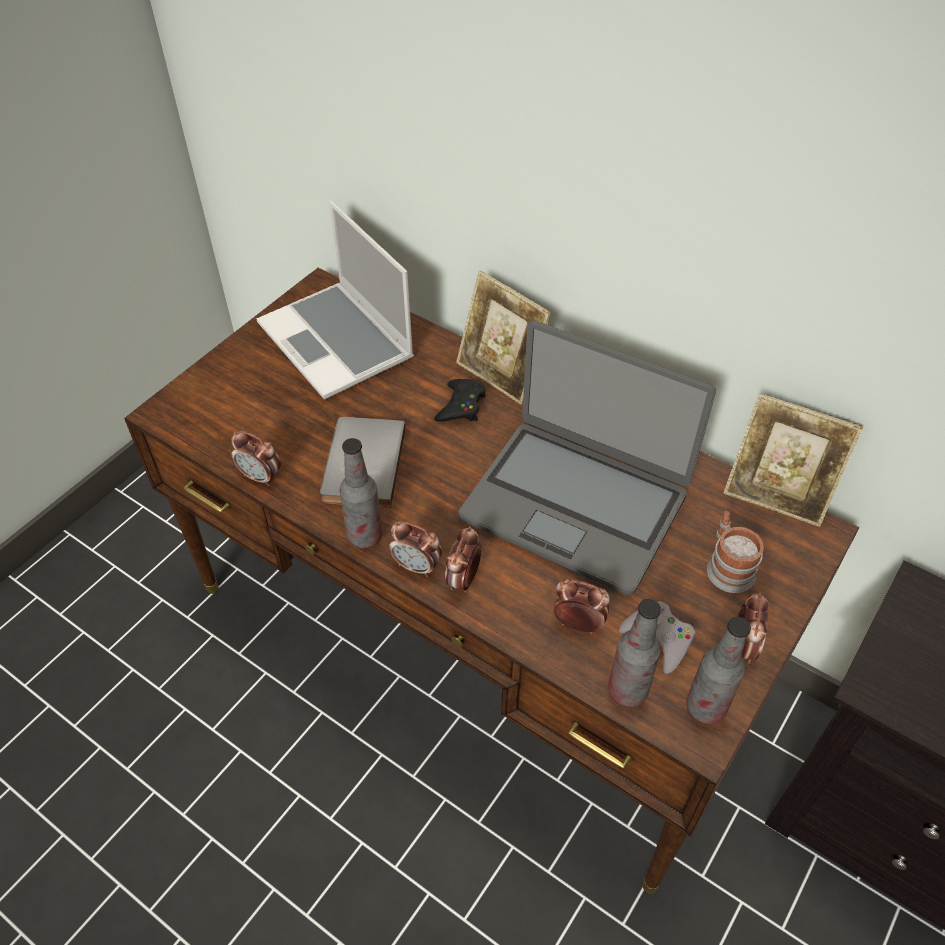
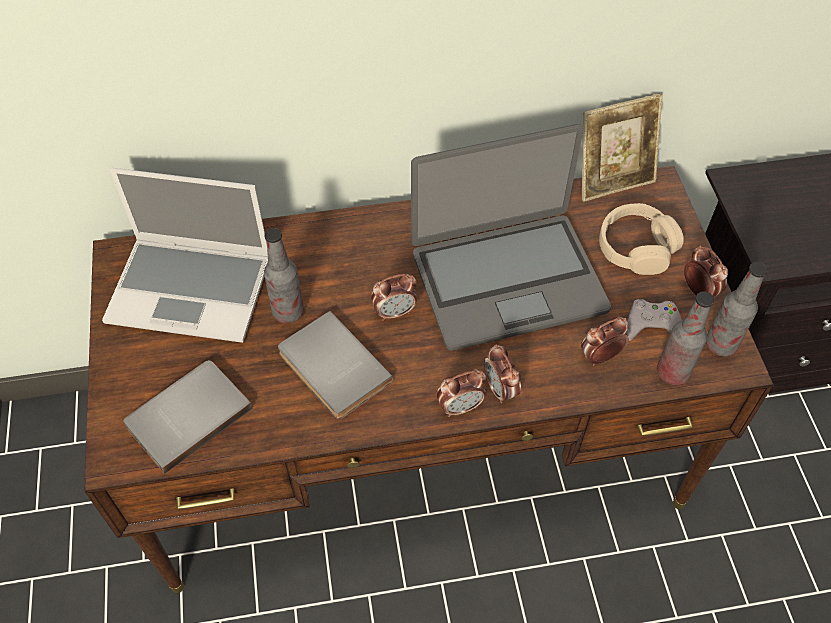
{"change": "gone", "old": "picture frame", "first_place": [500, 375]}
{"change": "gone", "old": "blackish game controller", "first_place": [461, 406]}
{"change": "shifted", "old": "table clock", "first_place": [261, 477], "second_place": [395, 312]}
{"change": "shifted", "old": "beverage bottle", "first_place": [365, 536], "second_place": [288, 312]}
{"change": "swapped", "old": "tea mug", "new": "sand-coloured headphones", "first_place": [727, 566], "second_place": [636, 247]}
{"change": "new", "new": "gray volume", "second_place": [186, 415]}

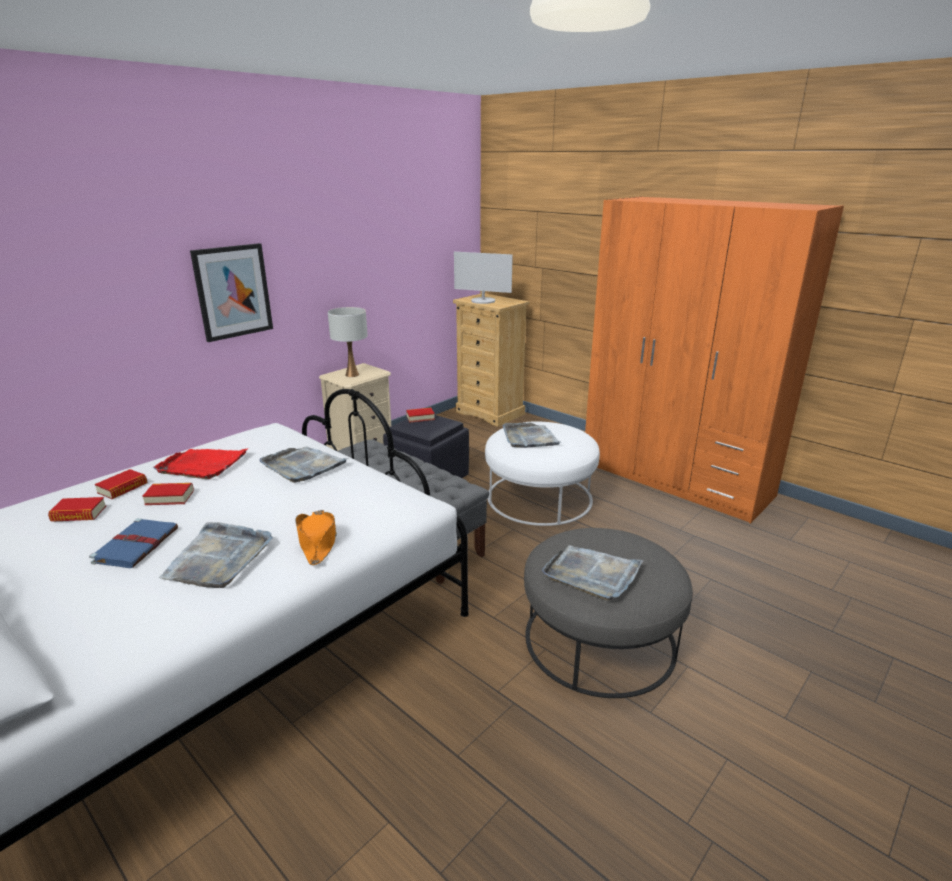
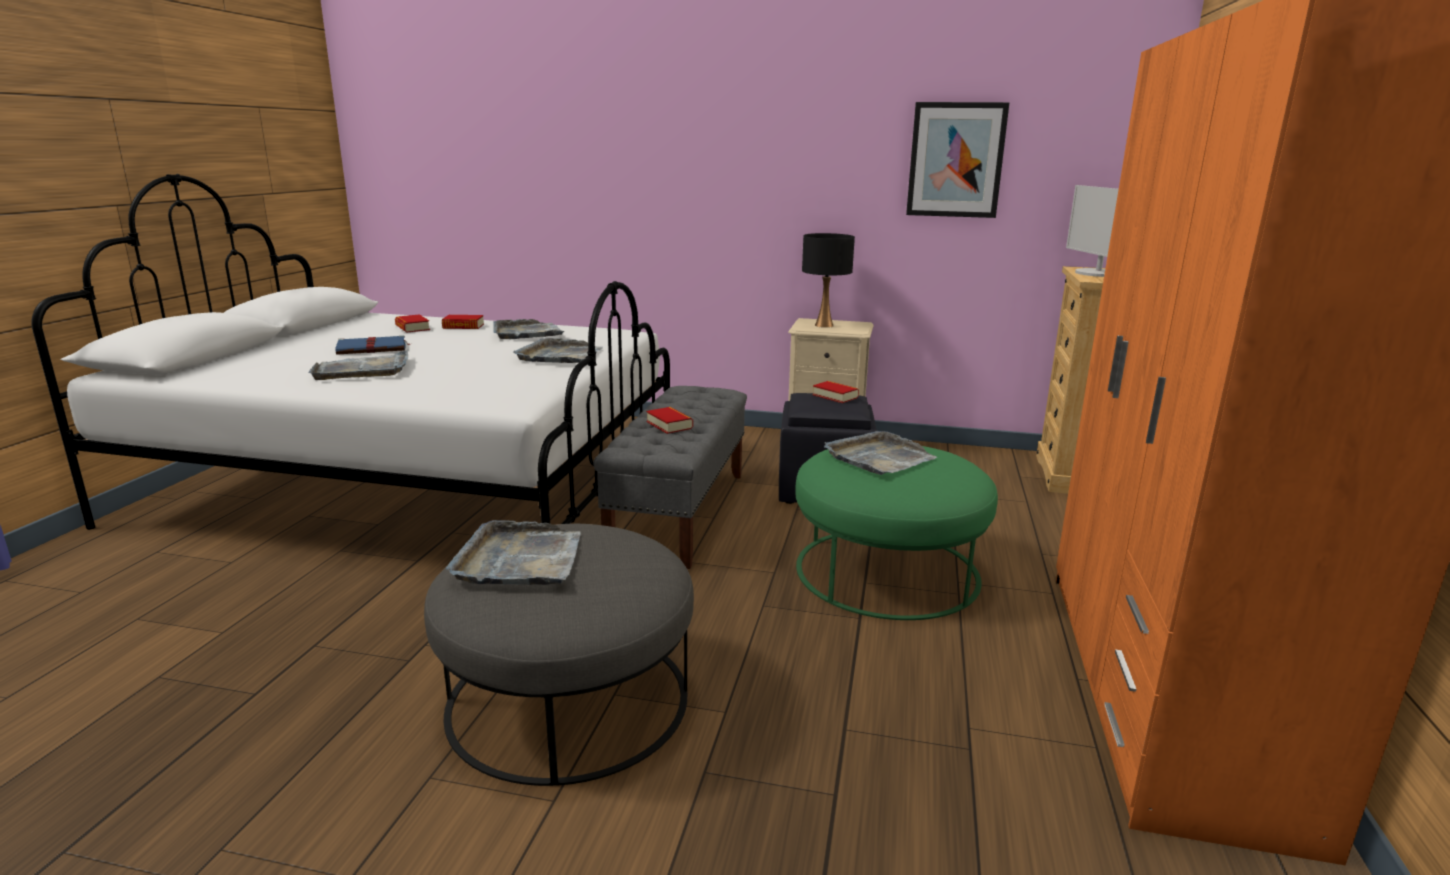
{"change": "shifted", "old": "wall art", "first_place": [233, 291], "second_place": [956, 160]}
{"change": "repainted", "old": "whitish lamp for a table", "new": "blackish lamp for a table", "first_place": [352, 375], "second_place": [824, 325]}
{"change": "repainted", "old": "whitish ottoman", "new": "greenish ottoman", "first_place": [539, 497], "second_place": [887, 571]}
{"change": "repainted", "old": "reddish serving tray", "new": "gray serving tray", "first_place": [202, 465], "second_place": [527, 333]}
{"change": "shifted", "old": "volume", "first_place": [169, 497], "second_place": [669, 425]}
{"change": "gone", "old": "orange wearable hat", "first_place": [317, 542]}

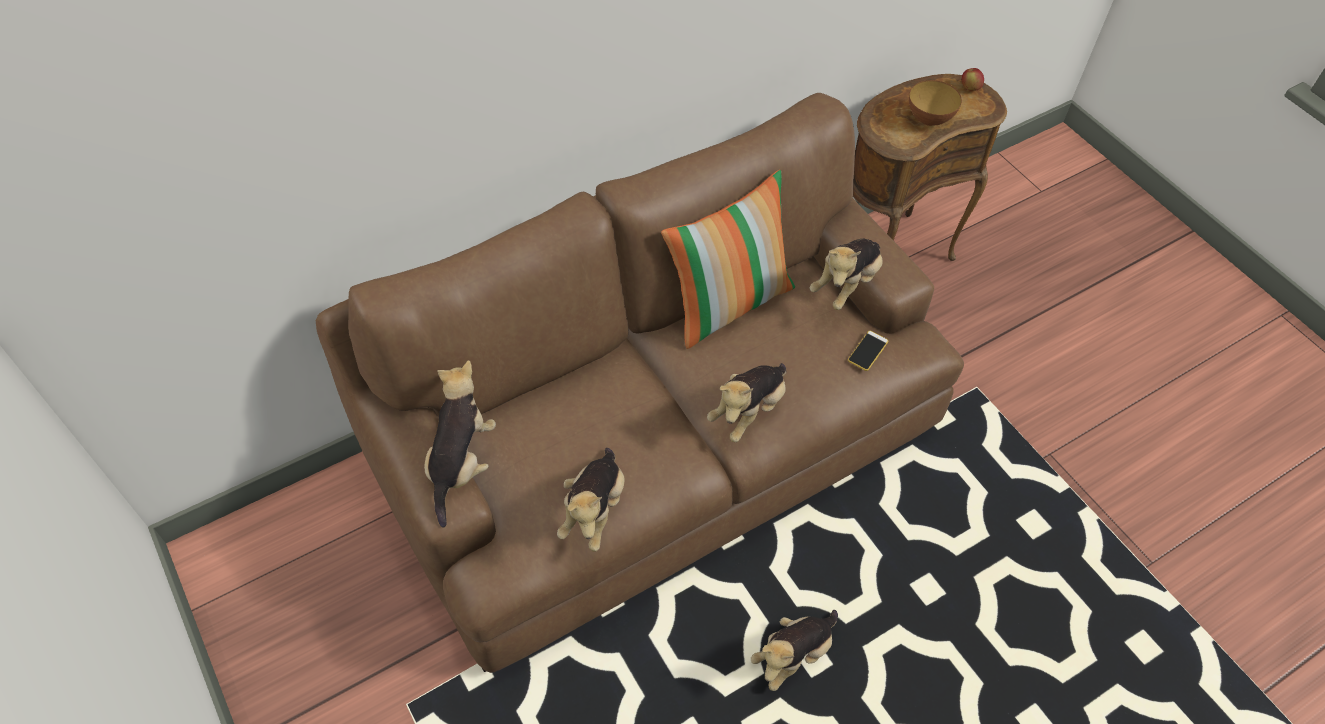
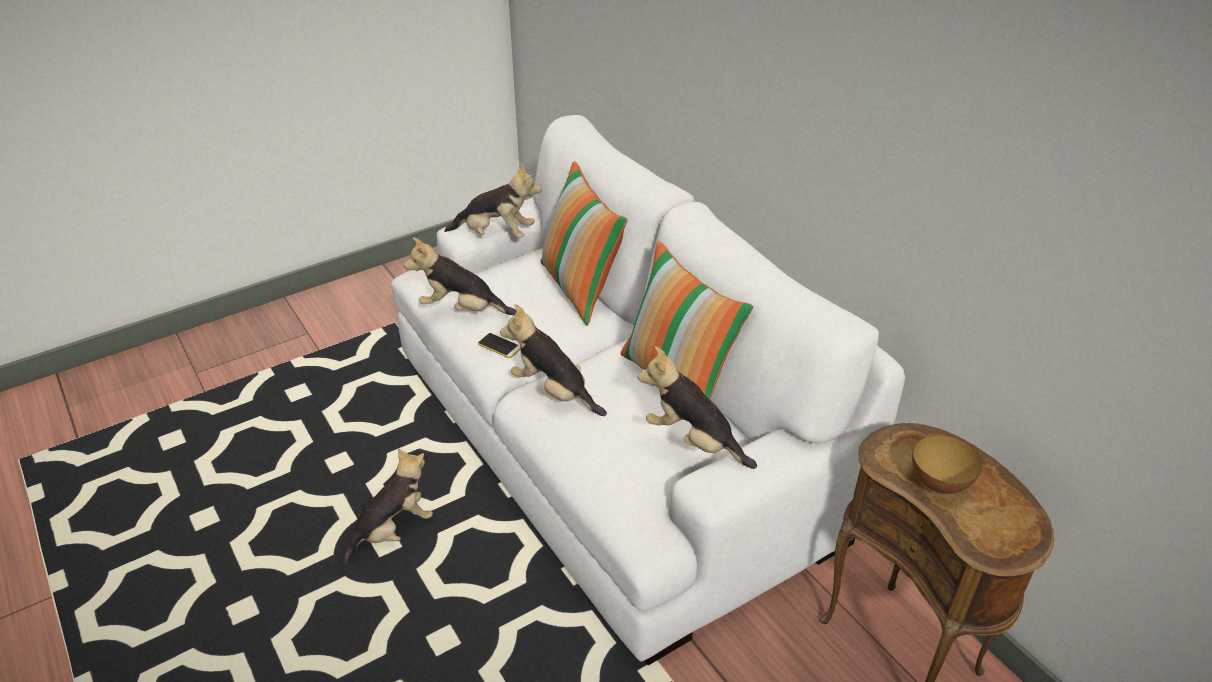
{"change": "gone", "old": "apple", "first_place": [970, 88]}
{"change": "repainted", "old": "brown sofa", "new": "whitish sofa", "first_place": [659, 443], "second_place": [608, 441]}
{"change": "shifted", "old": "telephone", "first_place": [867, 351], "second_place": [499, 346]}
{"change": "rotated", "old": "soft toy", "first_place": [793, 655], "second_place": [393, 530], "degrees": 90}
{"change": "new", "new": "throw pillow", "second_place": [581, 288]}

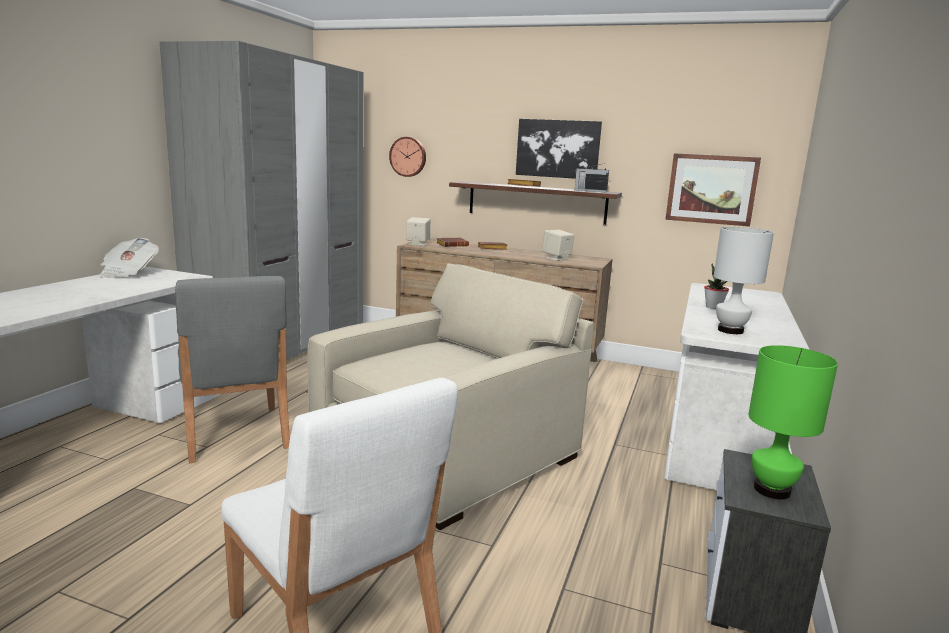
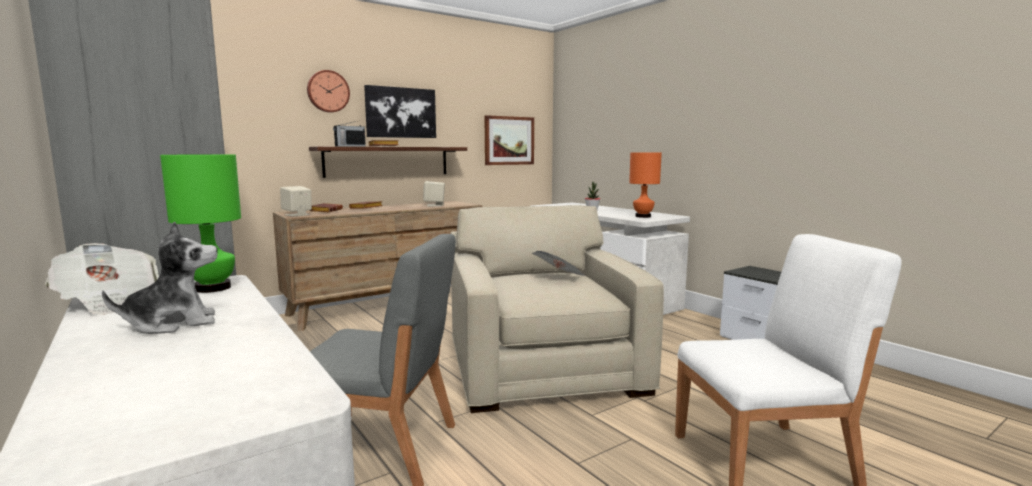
{"change": "shifted", "old": "wall clock", "first_place": [408, 156], "second_place": [328, 91]}
{"change": "shifted", "old": "radio receiver", "first_place": [590, 191], "second_place": [349, 146]}
{"change": "repainted", "old": "whitish lamp for a table", "new": "orange lamp for a table", "first_place": [731, 331], "second_place": [643, 216]}
{"change": "shifted", "old": "greenish lamp for a table", "first_place": [771, 490], "second_place": [213, 288]}
{"change": "new", "new": "soft toy", "second_place": [173, 324]}
{"change": "new", "new": "daily paper", "second_place": [560, 278]}

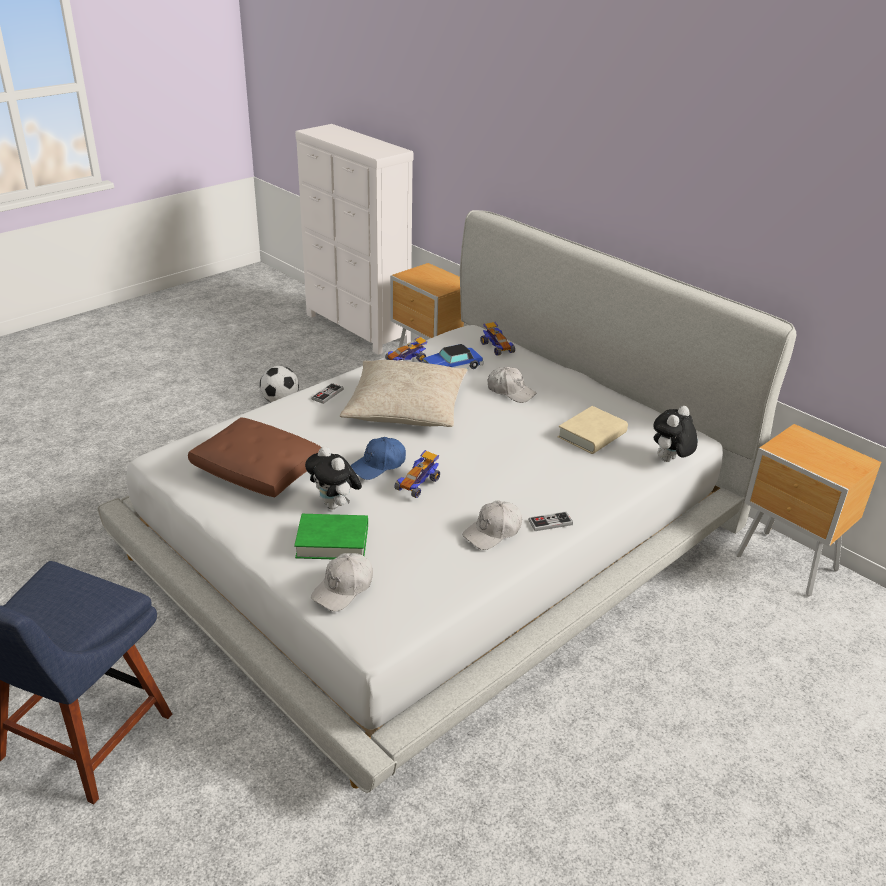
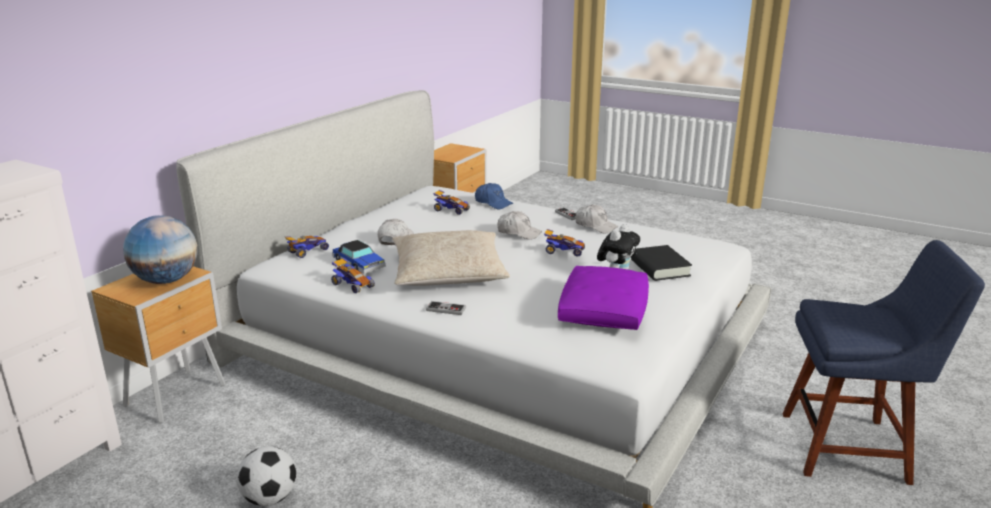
{"change": "swapped", "old": "sand-coloured volume", "new": "toy car", "first_place": [592, 435], "second_place": [451, 210]}
{"change": "gone", "old": "soft toy", "first_place": [669, 461]}
{"change": "repainted", "old": "brown throw pillow", "new": "purplish throw pillow", "first_place": [259, 471], "second_place": [603, 311]}
{"change": "shifted", "old": "blue-coloured cap", "first_place": [379, 465], "second_place": [493, 203]}
{"change": "repainted", "old": "greenish volume", "new": "blackish volume", "first_place": [332, 542], "second_place": [659, 268]}
{"change": "shifted", "old": "whitish cap", "first_place": [343, 588], "second_place": [519, 232]}
{"change": "new", "new": "world globe", "second_place": [166, 280]}

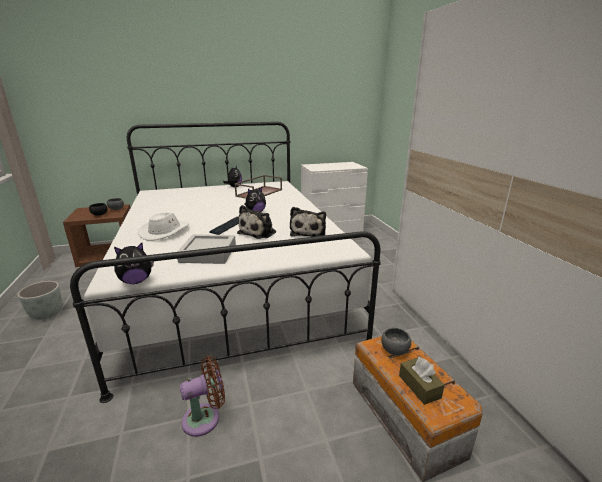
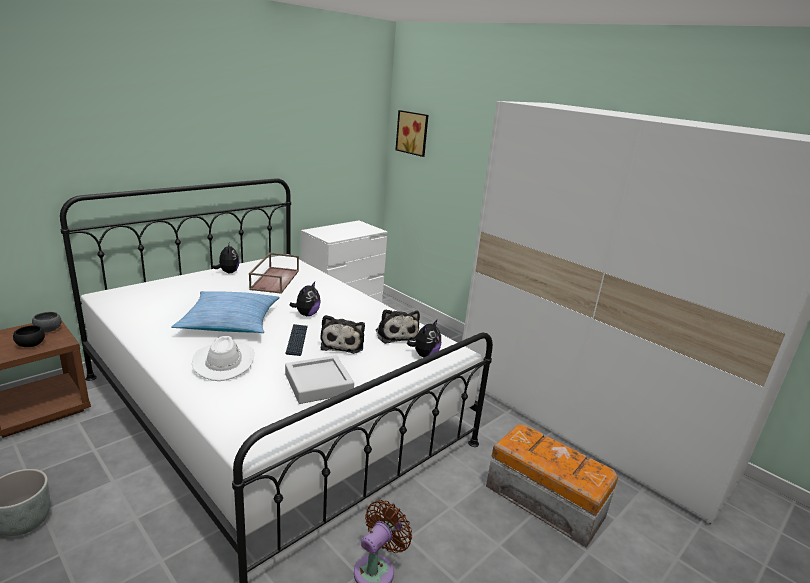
{"change": "shifted", "old": "soft toy", "first_place": [136, 281], "second_place": [425, 355]}
{"change": "gone", "old": "gray bowl", "first_place": [395, 350]}
{"change": "gone", "old": "brown tissue box", "first_place": [419, 386]}
{"change": "new", "new": "wall art", "second_place": [413, 133]}
{"change": "new", "new": "throw pillow", "second_place": [230, 322]}

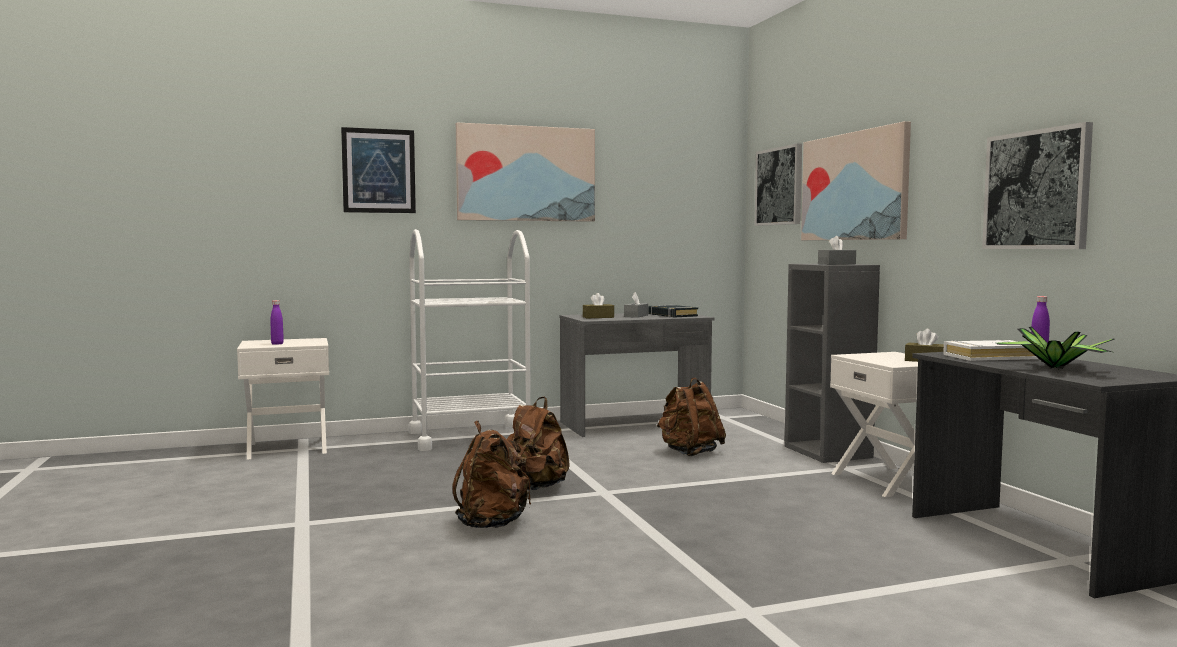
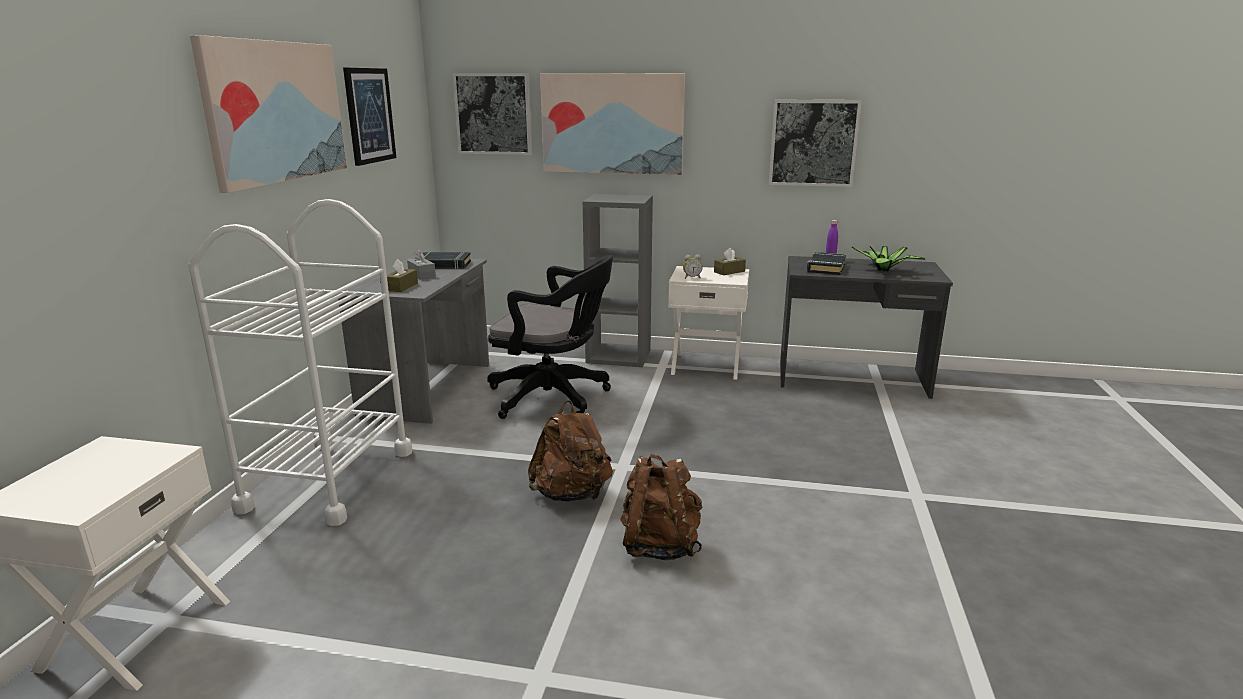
{"change": "shifted", "old": "wall art", "first_place": [378, 171], "second_place": [369, 115]}
{"change": "gone", "old": "gray tissue box", "first_place": [836, 264]}
{"change": "gone", "old": "purplish beverage bottle", "first_place": [277, 344]}
{"change": "repainted", "old": "whitish volume", "new": "blackish volume", "first_place": [989, 357], "second_place": [826, 267]}
{"change": "swapped", "old": "brown rucksack", "new": "blackish computer chair", "first_place": [689, 453], "second_place": [554, 398]}
{"change": "new", "new": "table clock", "second_place": [692, 277]}

